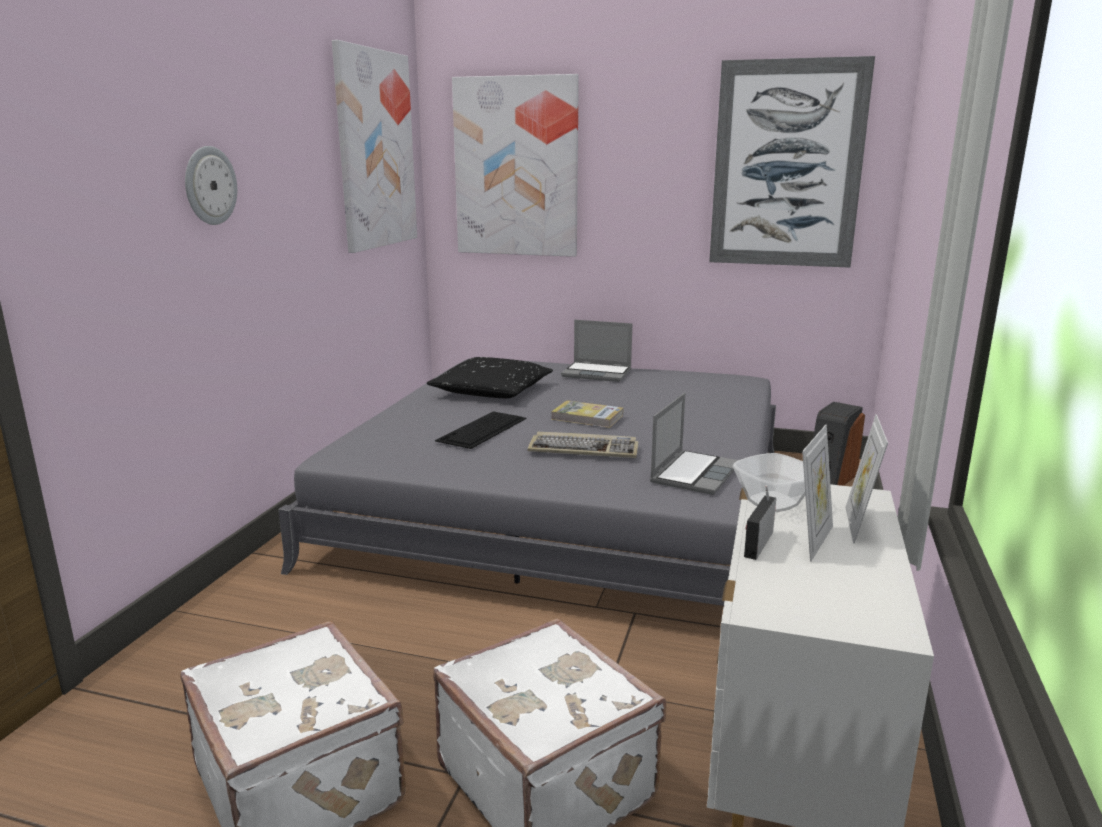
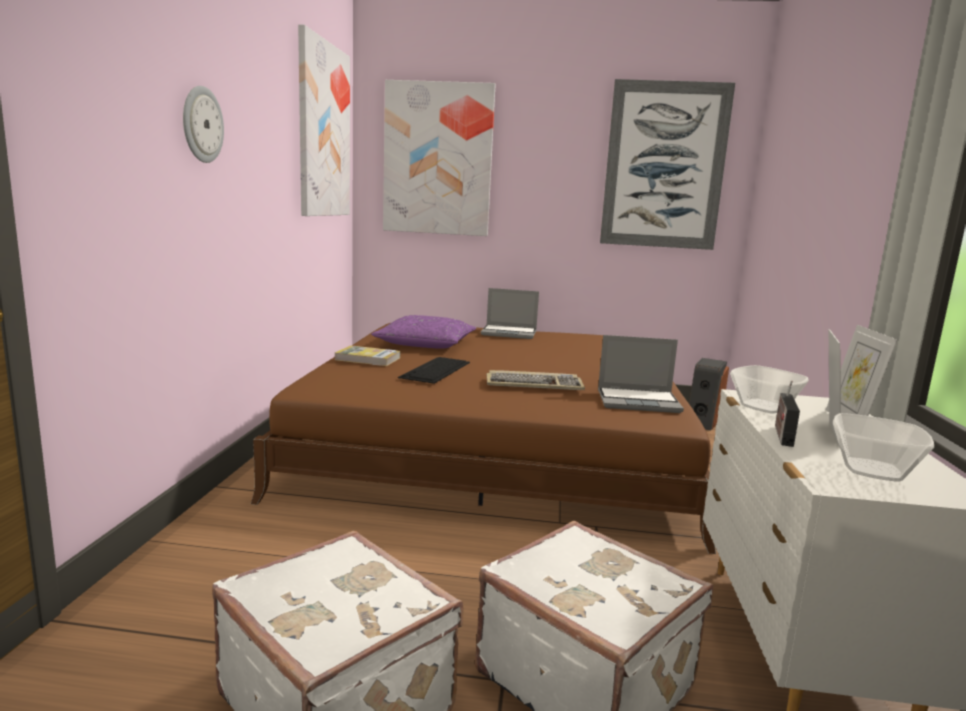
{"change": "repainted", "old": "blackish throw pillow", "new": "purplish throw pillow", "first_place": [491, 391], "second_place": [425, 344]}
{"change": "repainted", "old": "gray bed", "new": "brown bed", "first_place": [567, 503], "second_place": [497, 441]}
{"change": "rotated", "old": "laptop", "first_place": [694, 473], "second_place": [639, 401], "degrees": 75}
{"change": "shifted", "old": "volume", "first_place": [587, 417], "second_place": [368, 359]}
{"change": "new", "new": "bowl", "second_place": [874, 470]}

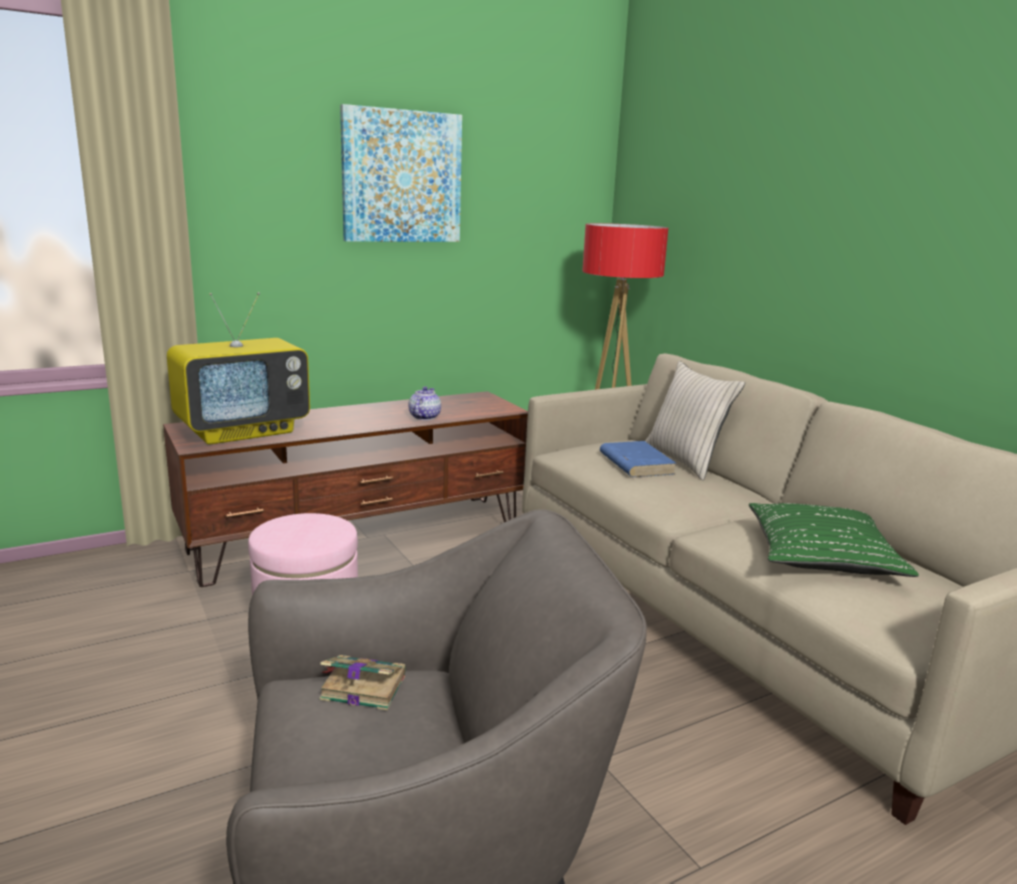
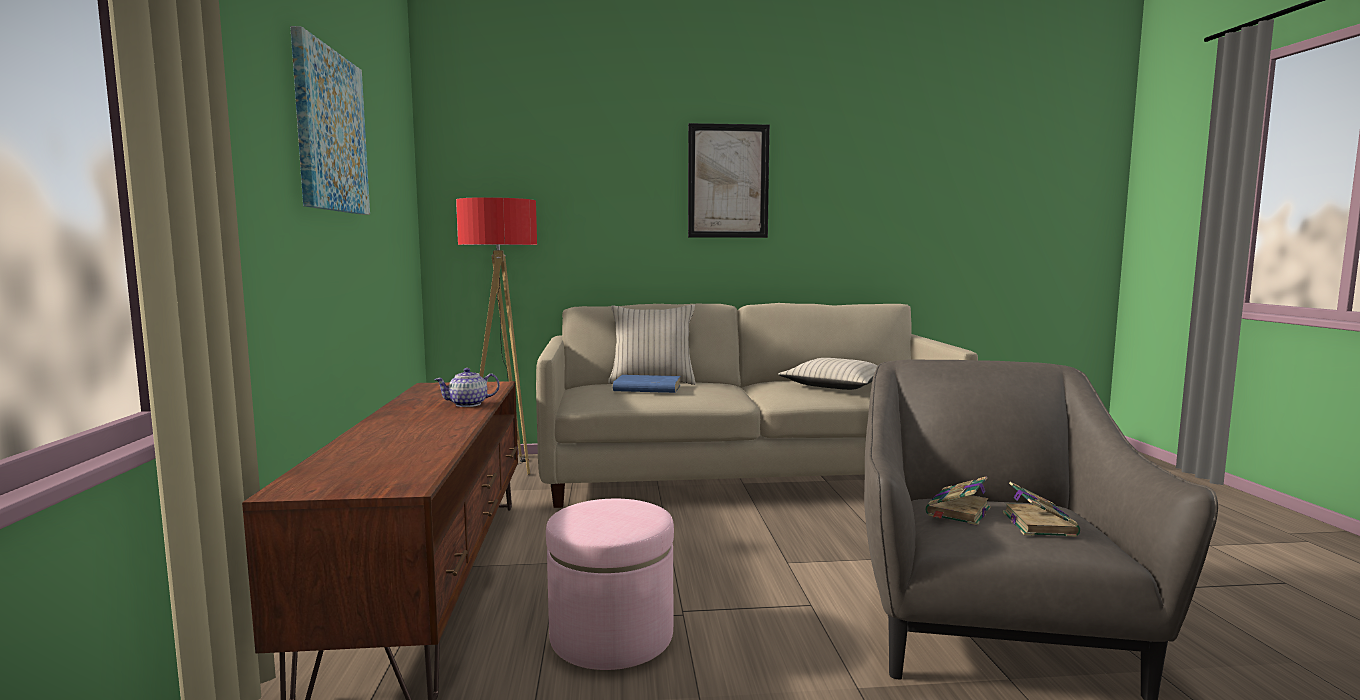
{"change": "gone", "old": "TV", "first_place": [243, 431]}
{"change": "rotated", "old": "tea pot", "first_place": [424, 417], "second_place": [468, 404], "degrees": -60}
{"change": "repainted", "old": "greenish throw pillow", "new": "sand-coloured throw pillow", "first_place": [821, 555], "second_place": [835, 386]}
{"change": "new", "new": "wall art", "second_place": [728, 181]}
{"change": "new", "new": "volume", "second_place": [1038, 523]}

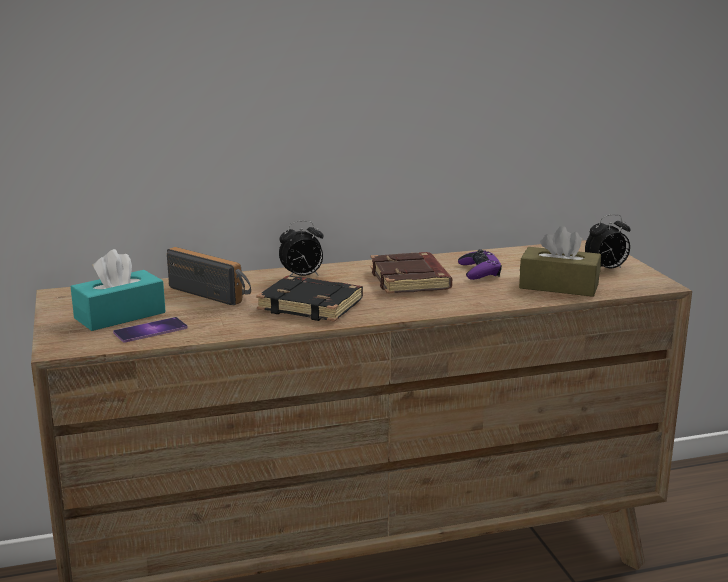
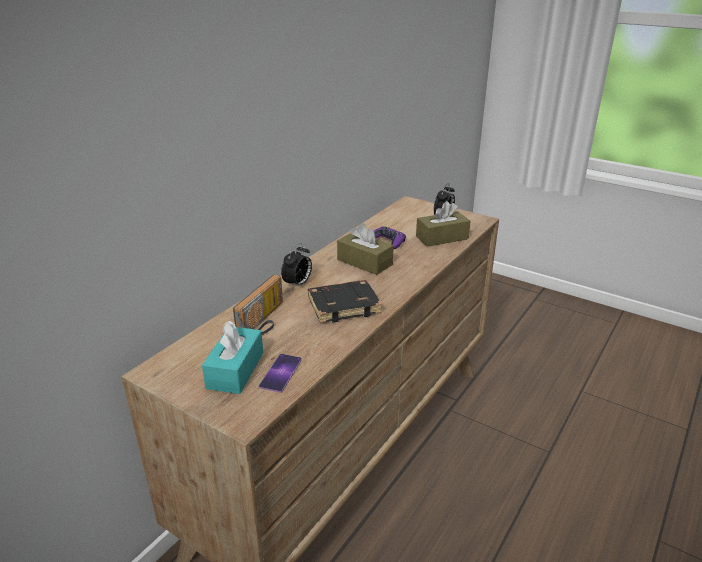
{"change": "rotated", "old": "radio receiver", "first_place": [213, 293], "second_place": [265, 321], "degrees": 120}
{"change": "swapped", "old": "brown volume", "new": "brown tissue box", "first_place": [411, 280], "second_place": [364, 262]}

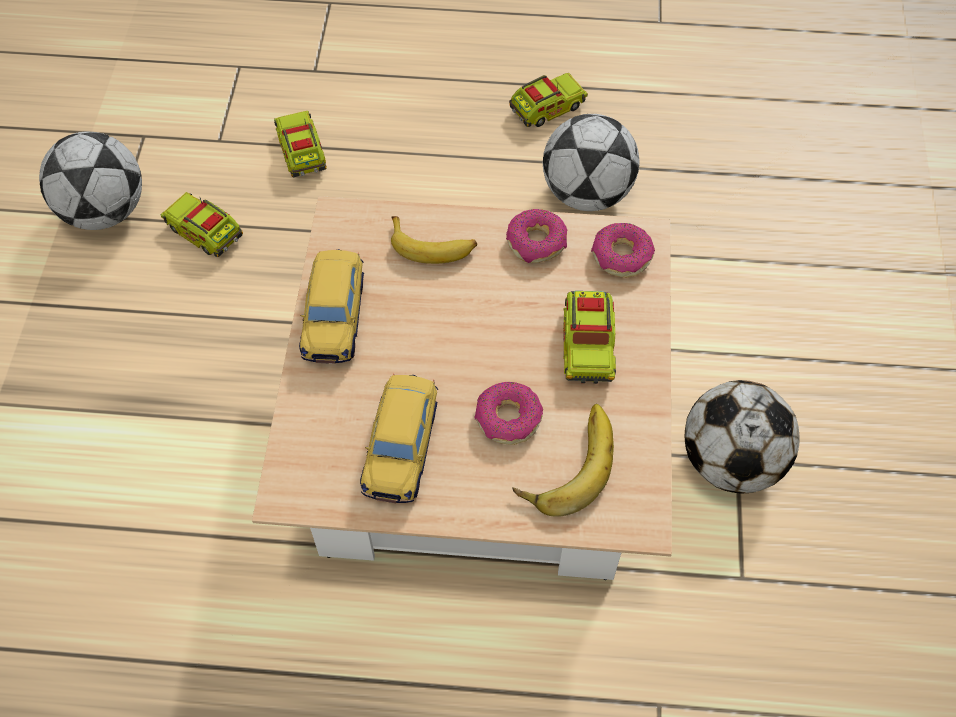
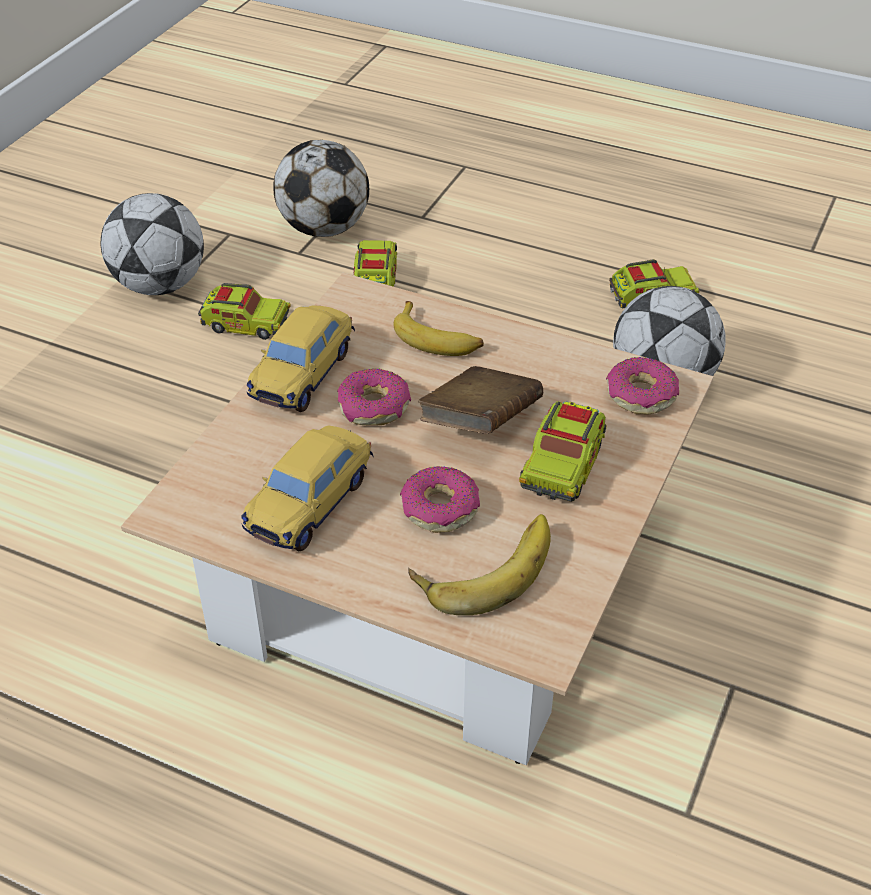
{"change": "rotated", "old": "model truck", "first_place": [205, 232], "second_place": [245, 324], "degrees": 135}
{"change": "shifted", "old": "donut", "first_place": [536, 242], "second_place": [374, 407]}
{"change": "shifted", "old": "football ball", "first_place": [730, 461], "second_place": [324, 228]}
{"change": "new", "new": "brown volume", "second_place": [480, 423]}

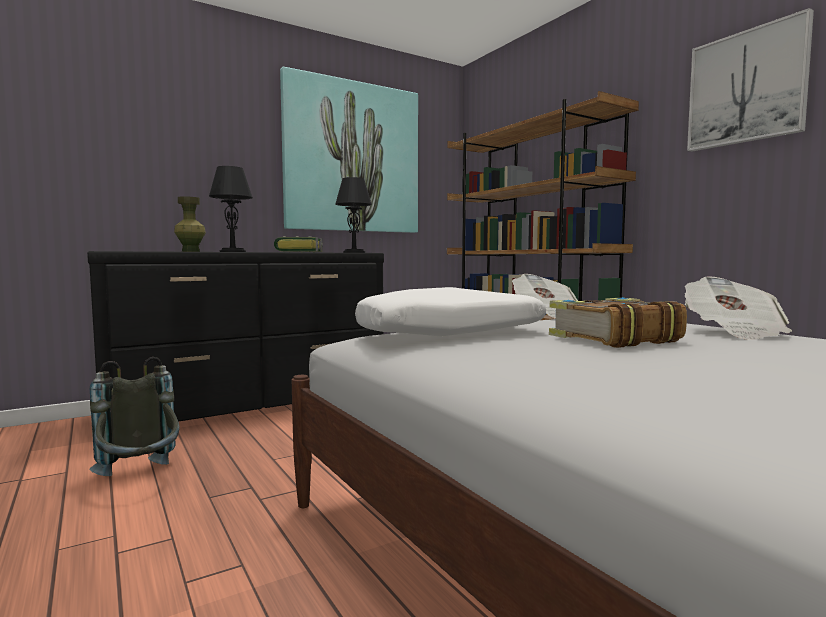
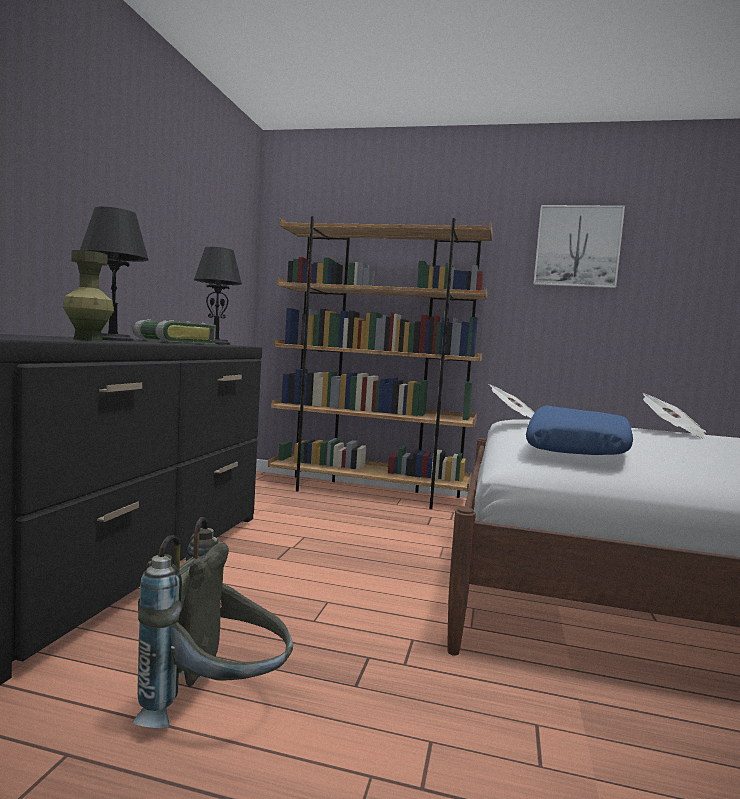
{"change": "gone", "old": "wall art", "first_place": [352, 158]}
{"change": "repainted", "old": "whitish throw pillow", "new": "blue-coloured throw pillow", "first_place": [449, 334], "second_place": [579, 450]}
{"change": "gone", "old": "volume", "first_place": [612, 339]}

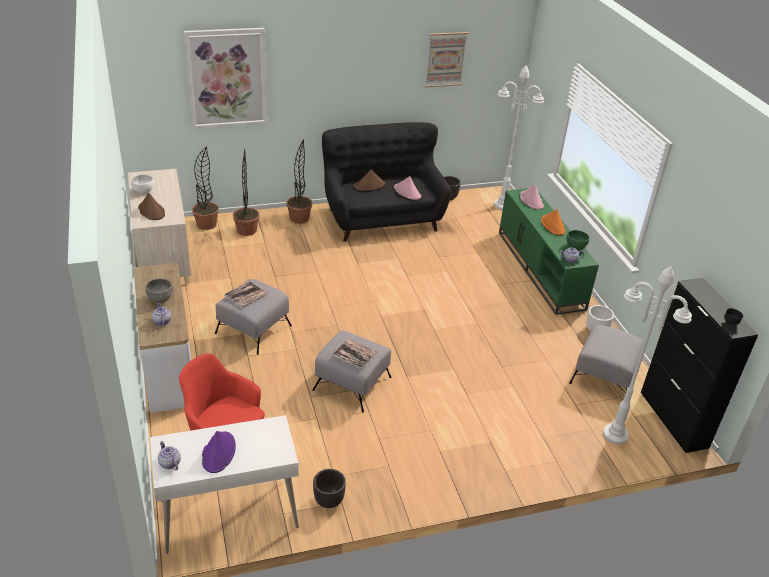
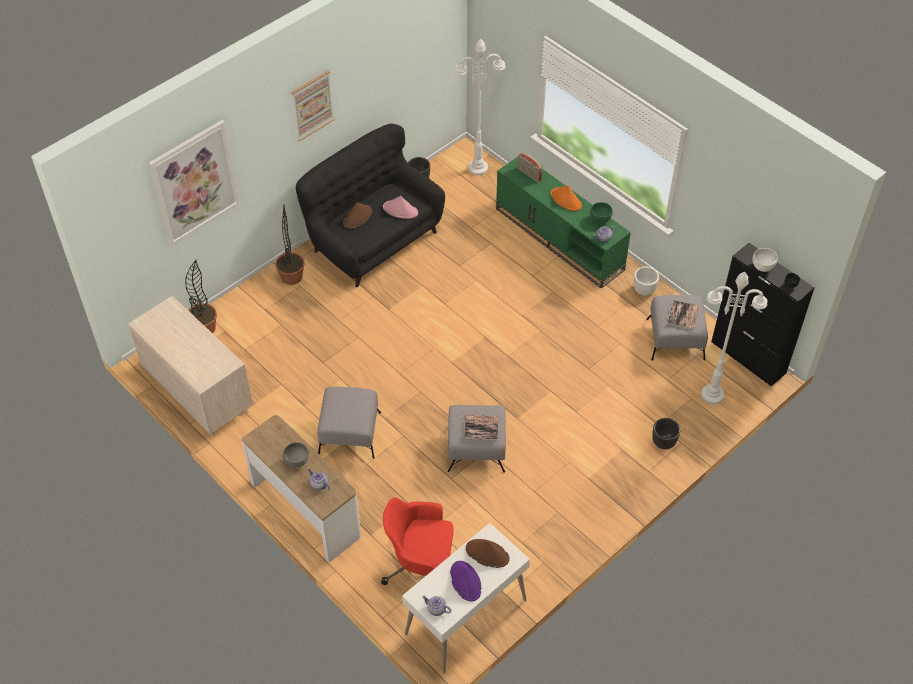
{"change": "shifted", "old": "wall art", "first_place": [445, 59], "second_place": [312, 105]}
{"change": "gone", "old": "plant in a pot", "first_place": [247, 230]}
{"change": "shifted", "old": "whitish bowl", "first_place": [144, 191], "second_place": [762, 267]}
{"change": "swapped", "old": "pink-coloured wearable hat", "new": "radio receiver", "first_place": [531, 201], "second_place": [529, 174]}
{"change": "shifted", "old": "brown wearable hat", "first_place": [151, 211], "second_place": [487, 554]}
{"change": "shifted", "old": "volume", "first_place": [245, 295], "second_place": [683, 315]}
{"change": "shifted", "old": "blackish flower pot", "first_place": [329, 500], "second_place": [664, 442]}

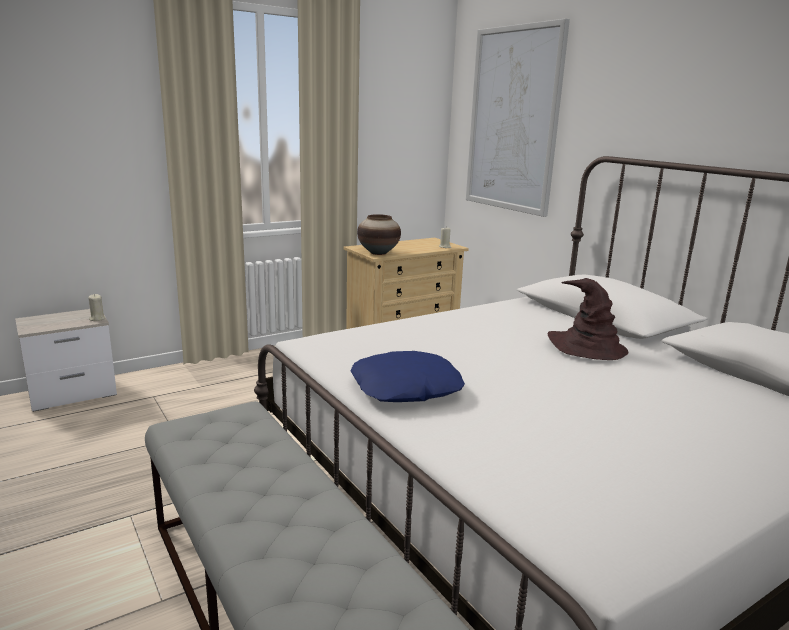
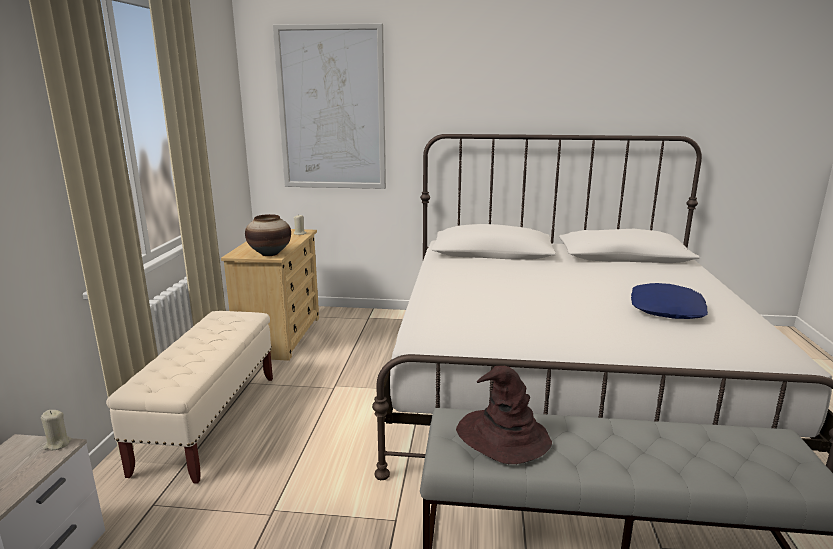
{"change": "shifted", "old": "brown wearable hat", "first_place": [586, 347], "second_place": [501, 437]}
{"change": "shifted", "old": "blue-coloured throw pillow", "first_place": [406, 388], "second_place": [667, 309]}
{"change": "new", "new": "sand-coloured indoor bench", "second_place": [209, 422]}

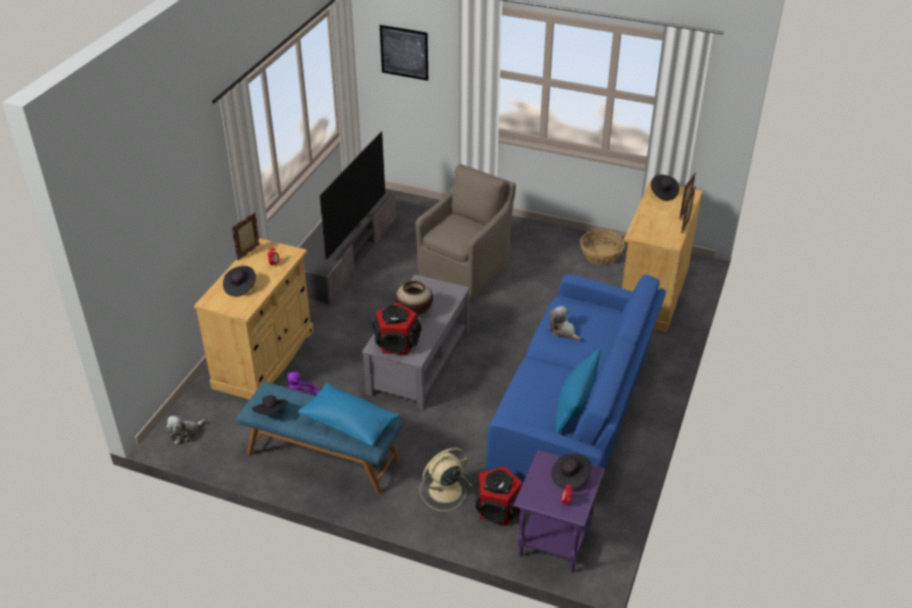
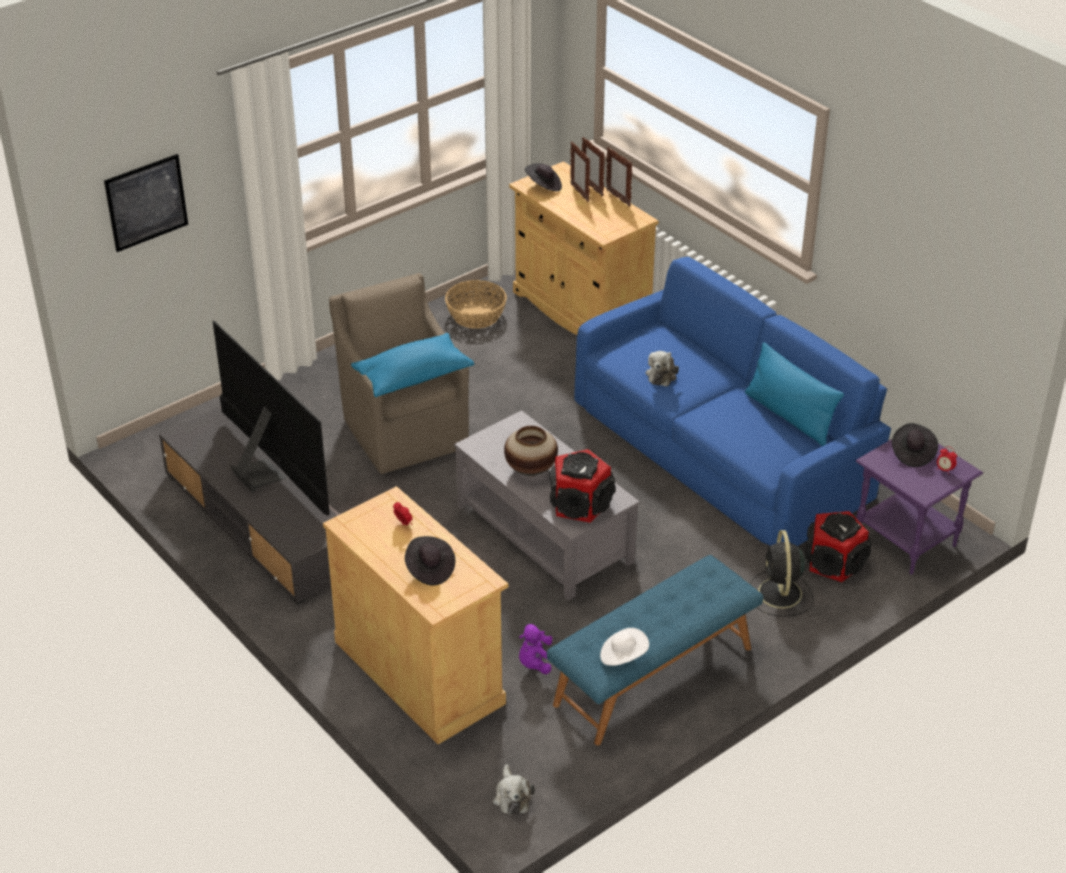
{"change": "shifted", "old": "picture frame", "first_place": [249, 253], "second_place": [579, 193]}
{"change": "rotated", "old": "soft toy", "first_place": [563, 331], "second_place": [662, 374], "degrees": -60}
{"change": "shifted", "old": "blue-coloured throw pillow", "first_place": [349, 423], "second_place": [413, 377]}
{"change": "repainted", "old": "blackish wearable hat", "new": "whitish wearable hat", "first_place": [271, 412], "second_place": [623, 656]}
{"change": "repainted", "old": "sand-coloured cooling fan", "new": "blackish cooling fan", "first_place": [443, 491], "second_place": [780, 594]}

